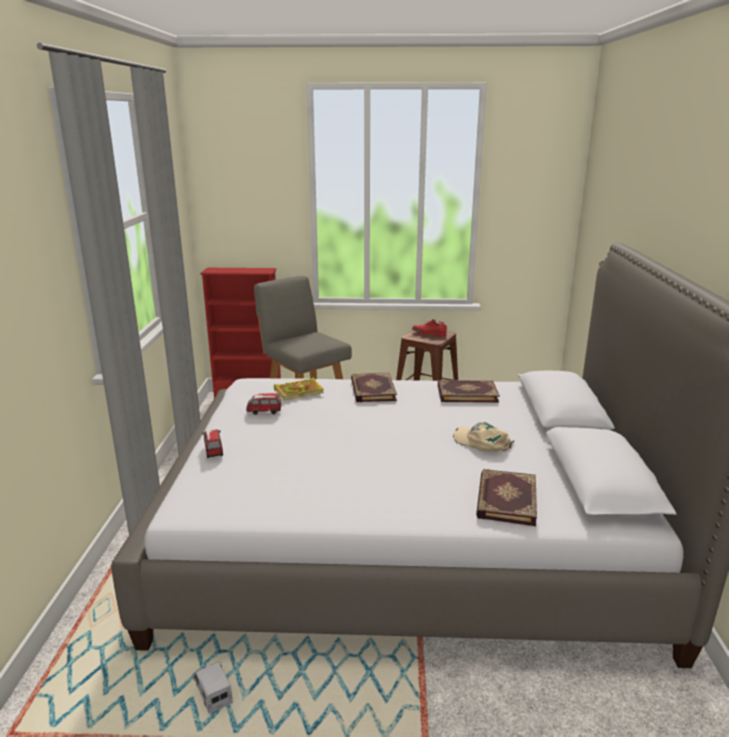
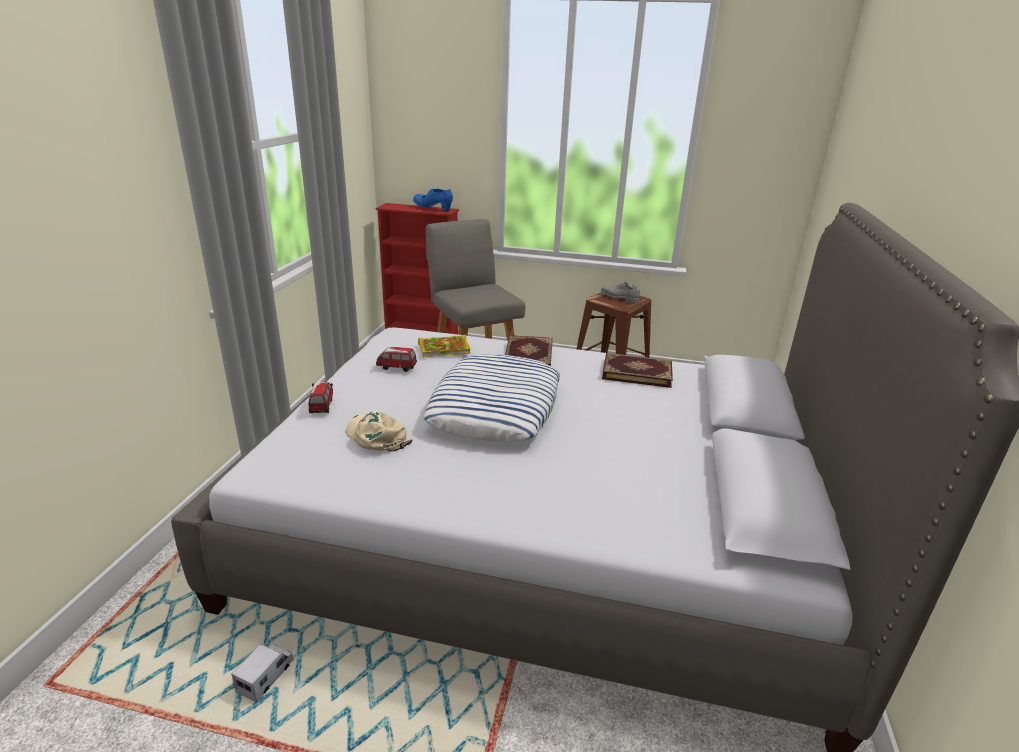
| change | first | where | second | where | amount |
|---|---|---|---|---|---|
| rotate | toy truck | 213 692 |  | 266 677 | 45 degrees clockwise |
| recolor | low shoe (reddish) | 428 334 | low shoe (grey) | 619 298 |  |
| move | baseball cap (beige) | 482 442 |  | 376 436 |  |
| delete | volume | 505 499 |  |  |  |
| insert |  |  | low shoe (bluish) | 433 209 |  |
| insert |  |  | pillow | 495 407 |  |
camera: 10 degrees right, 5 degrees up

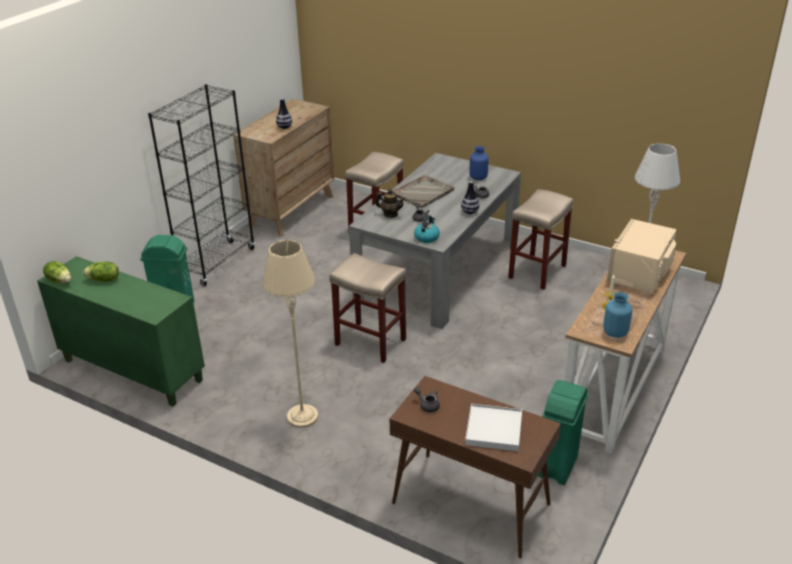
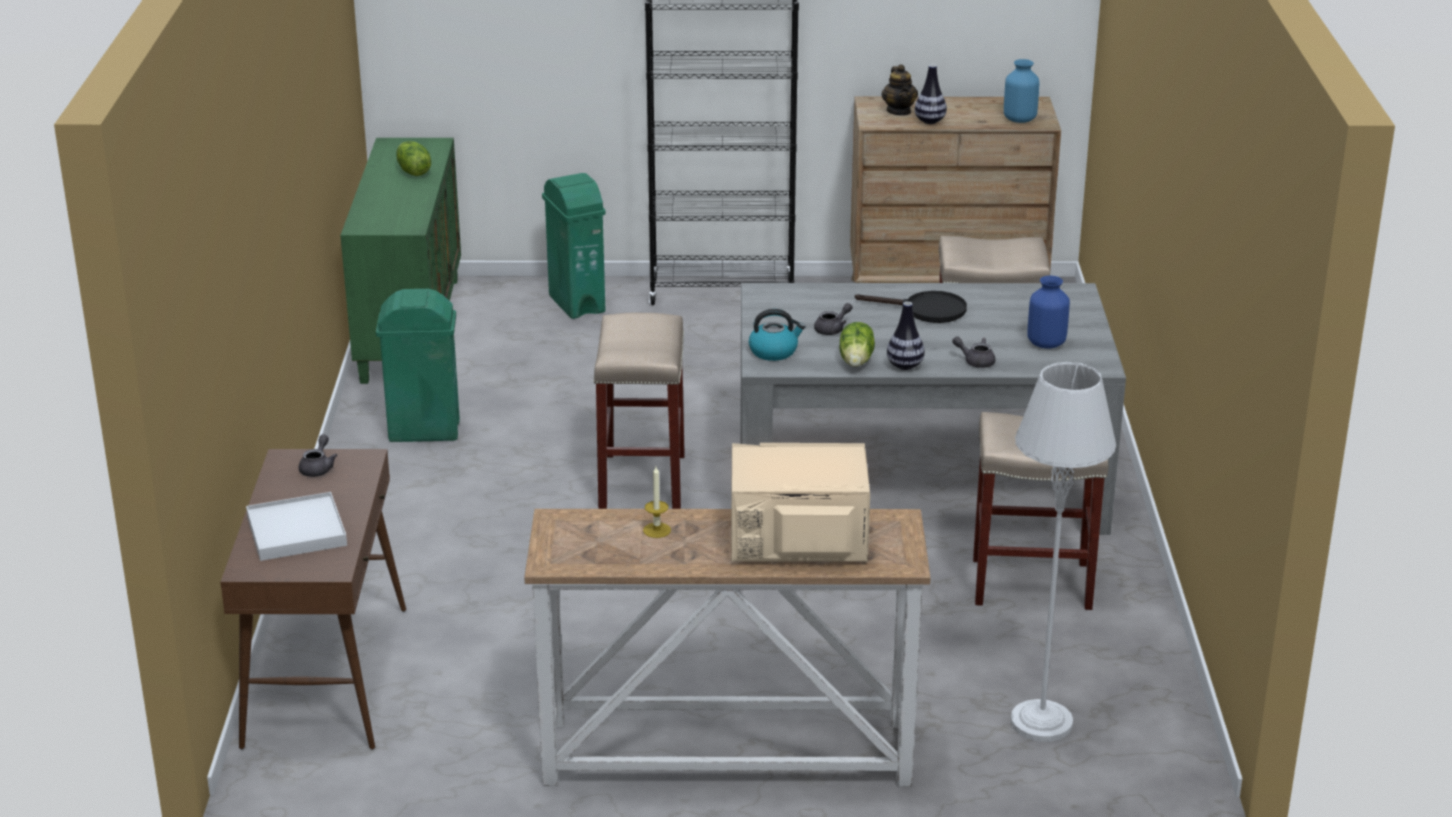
| change | first | where | second | where | amount |
|---|---|---|---|---|---|
| move | head of lettuce | 60 280 |  | 857 361 |  |
| delete | standing lamp (beige) | 302 417 |  |  |  |
| move | pot for tea | 390 214 |  | 899 111 |  |
| replace | tray (grey) | 423 192 | frying pan (black) | 926 310 |  |
| move | waste bin (green-coloured) | 557 467 |  | 423 431 |  |
| move | decorative vase (bluish) | 615 333 |  | 1019 119 |  |
camera: 60 degrees right, 5 degrees down

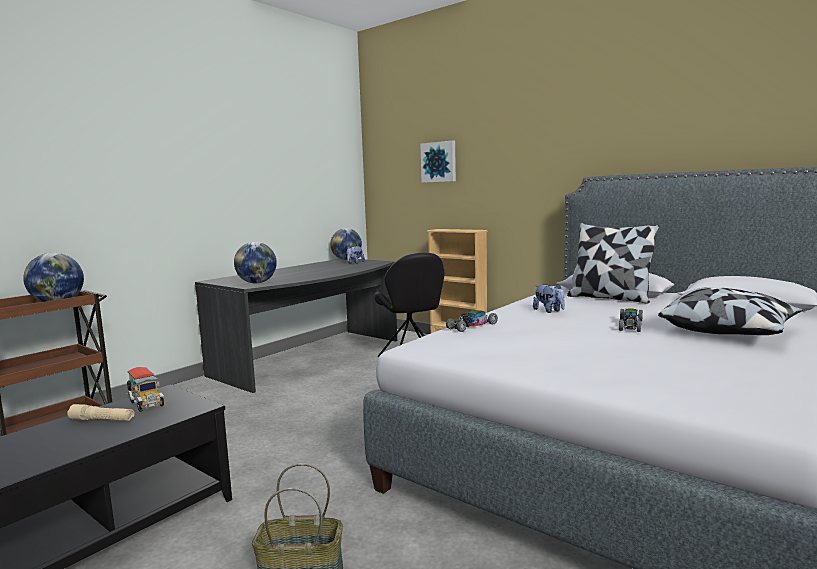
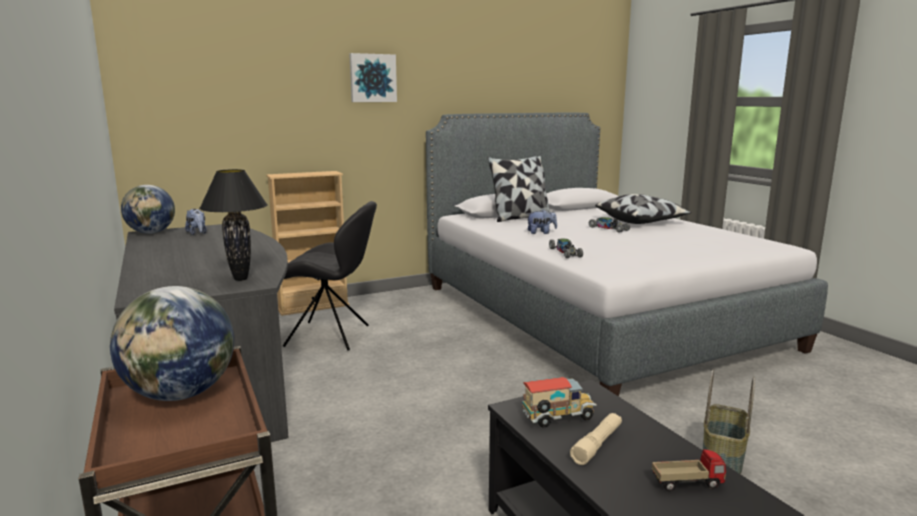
| change | first | where | second | where | amount |
|---|---|---|---|---|---|
| replace | desk globe | 257 283 | table lamp (black) | 241 279 |  |
| move | wall art | 439 162 |  | 372 78 |  |
| insert |  |  | toy truck | 687 483 |  |
camera: 65 degrees left, 5 degrees up

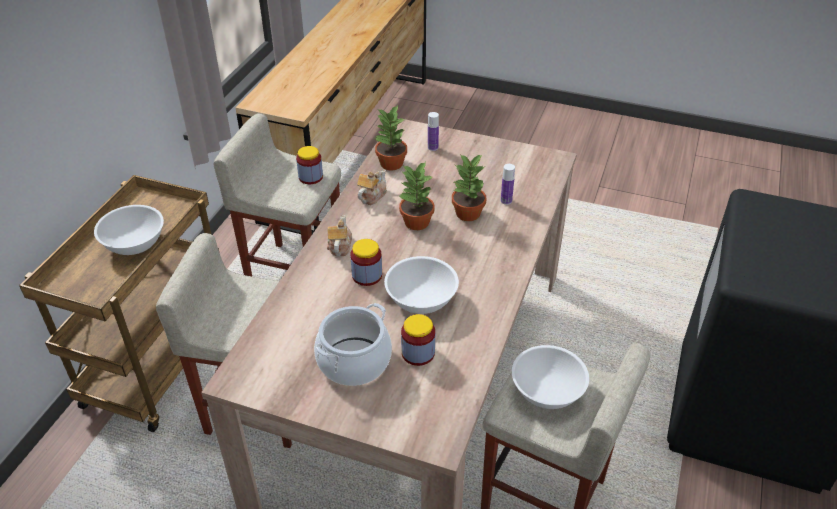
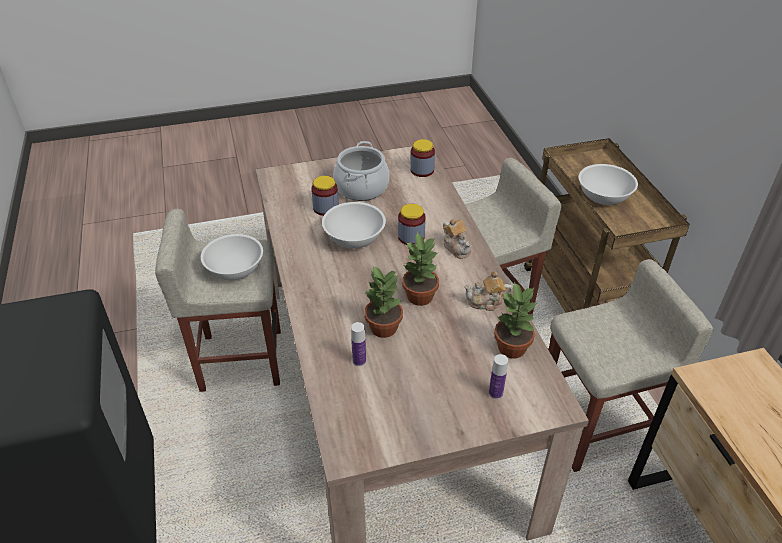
| change | first | where | second | where | amount |
|---|---|---|---|---|---|
| move | storage jar | 310 177 |  | 422 170 |  |
| rotate | pot for tea | 371 196 |  | 486 302 | 90 degrees clockwise |
camera: 145 degrees right, 0 degrees up

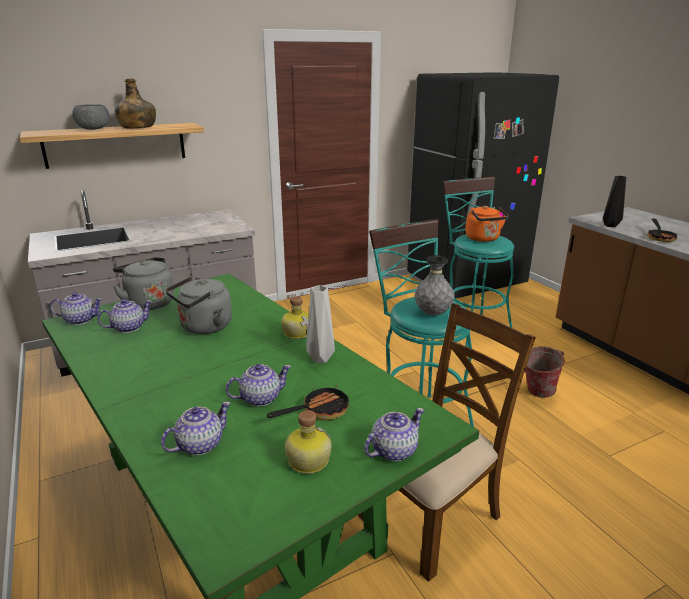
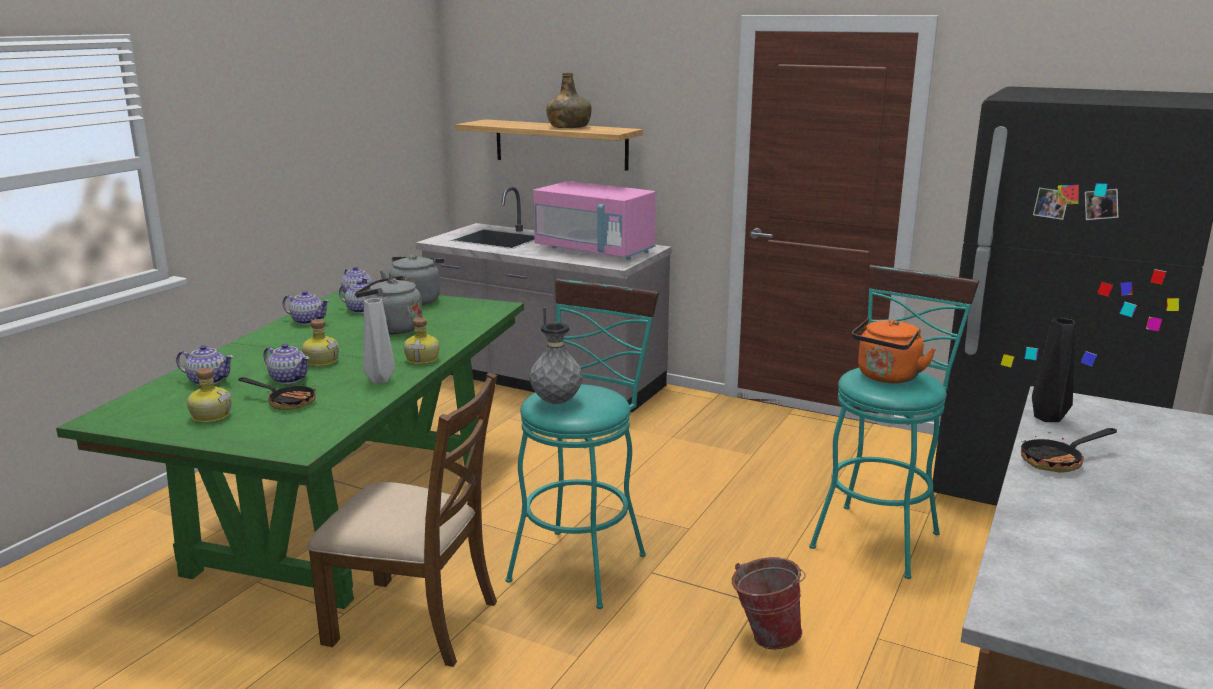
| change | first | where | second | where | amount |
|---|---|---|---|---|---|
| delete | deep dish (grey) | 94 129 |  |  |  |
| move | pot for tea | 393 450 |  | 308 321 |  |
| insert |  |  | drink bottle | 321 361 |  |
| insert |  |  | kitchen microwave (pink) | 594 251 |  |
camera: 55 degrees right, 5 degrees down

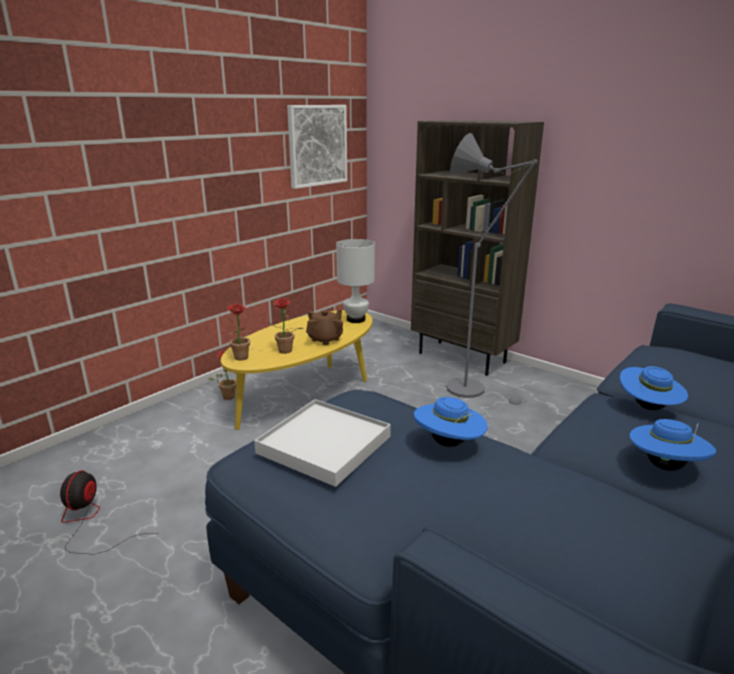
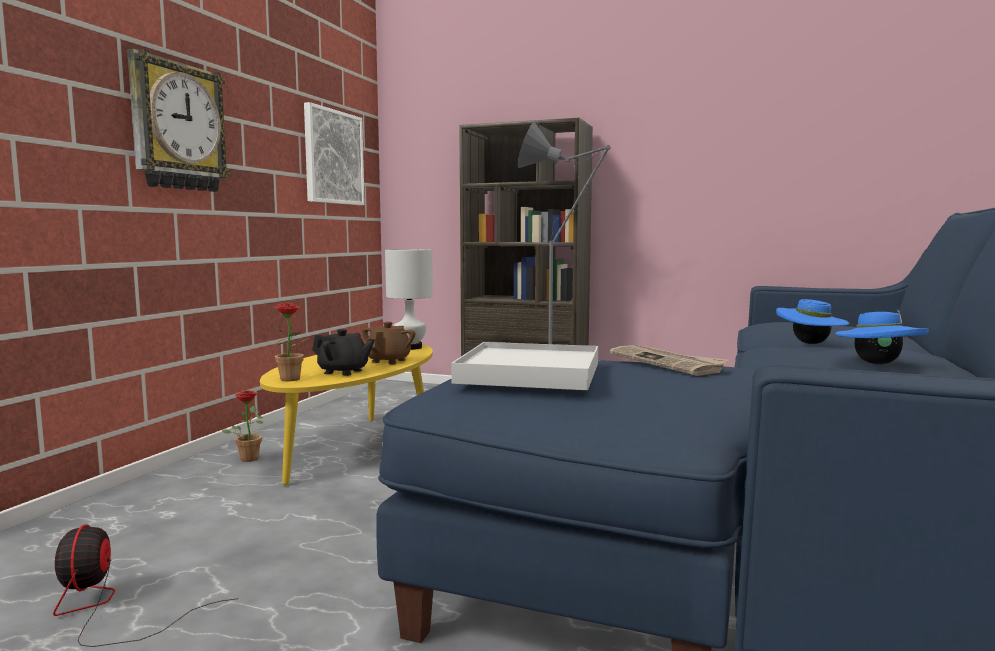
| change | first | where | second | where | amount |
|---|---|---|---|---|---|
| replace | potted plant | 283 352 | pot for tea (black) | 343 372 |  |
| replace | wearable hat (bluish) | 449 444 | daily paper | 667 363 |  |
| insert |  |  | clock on the wall | 177 127 |  |
camera: 20 degrees left, 15 degrees down

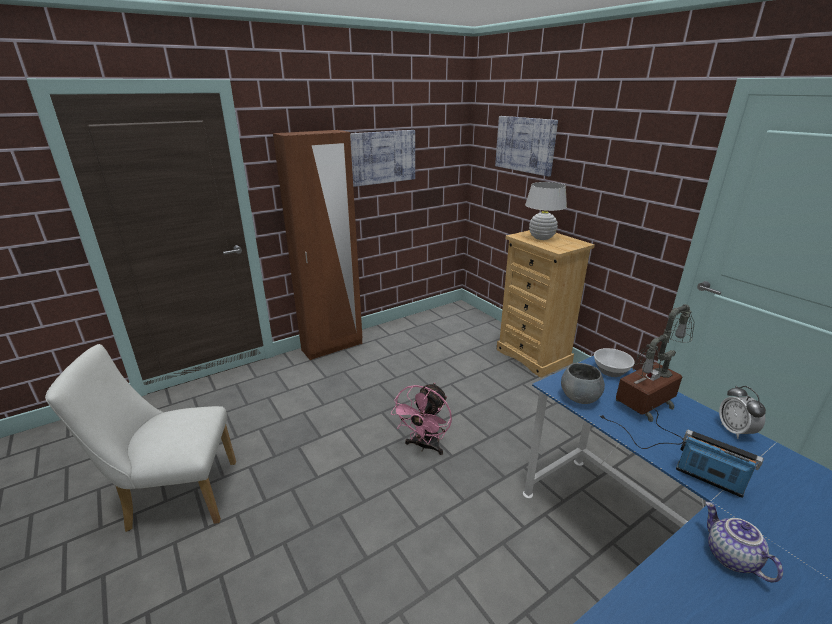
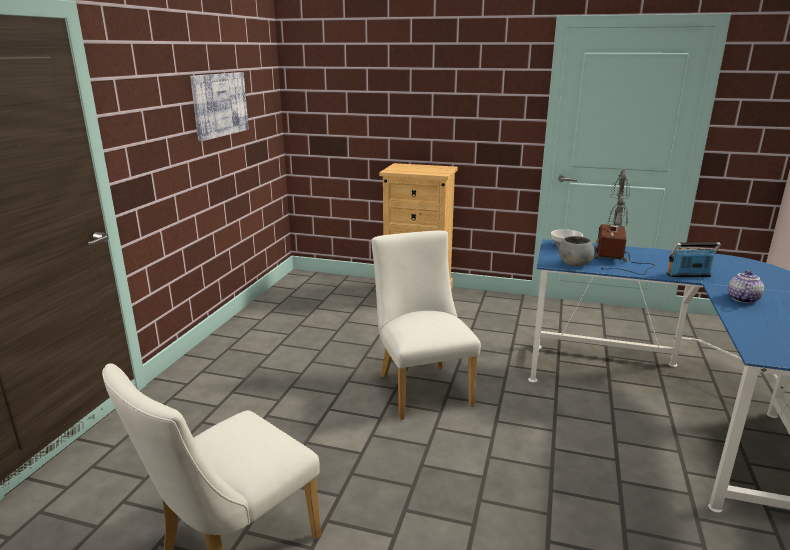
| change | first | where | second | where | amount |
|---|---|---|---|---|---|
| delete | clothes cupboard (brown-coloured) | 332 347 |  |  |  |
| replace | fan (pink) | 424 446 | chair (whitish) | 421 387 |  |
| delete | wall art | 525 144 |  |  |  |
| delete | table lamp (whitish) | 541 238 |  |  |  |
| rotate | pot for tea | 730 557 |  | 742 299 | 90 degrees clockwise |
| delete | table clock | 734 431 |  |  |  |
camera: 40 degrees left, 5 degrees down

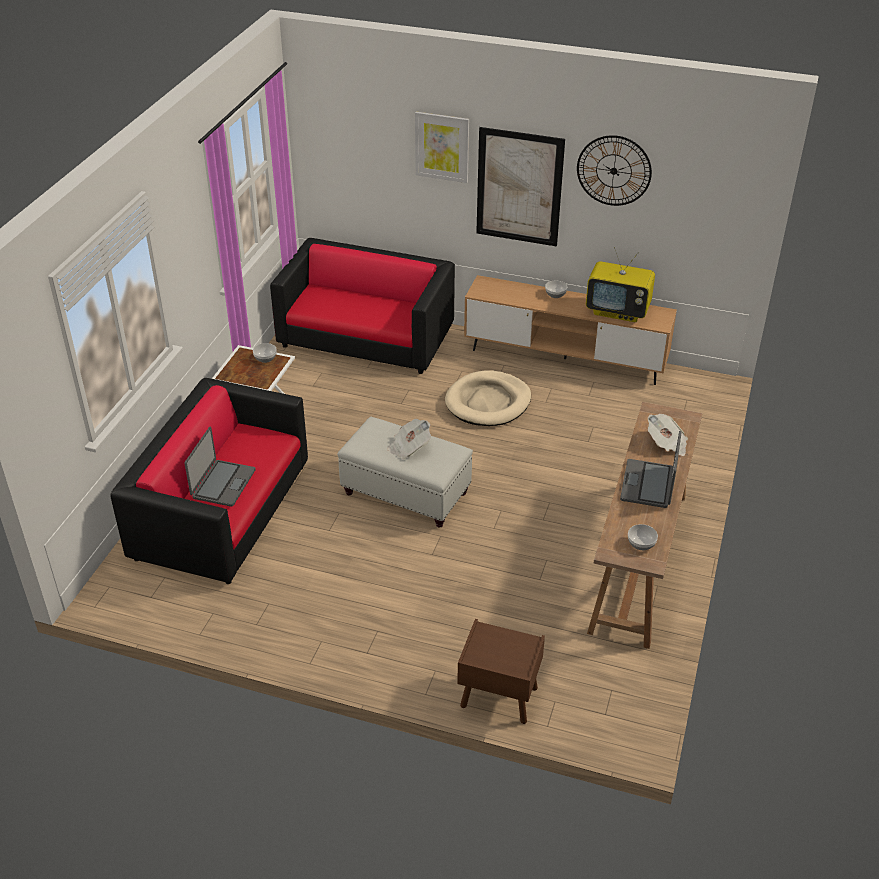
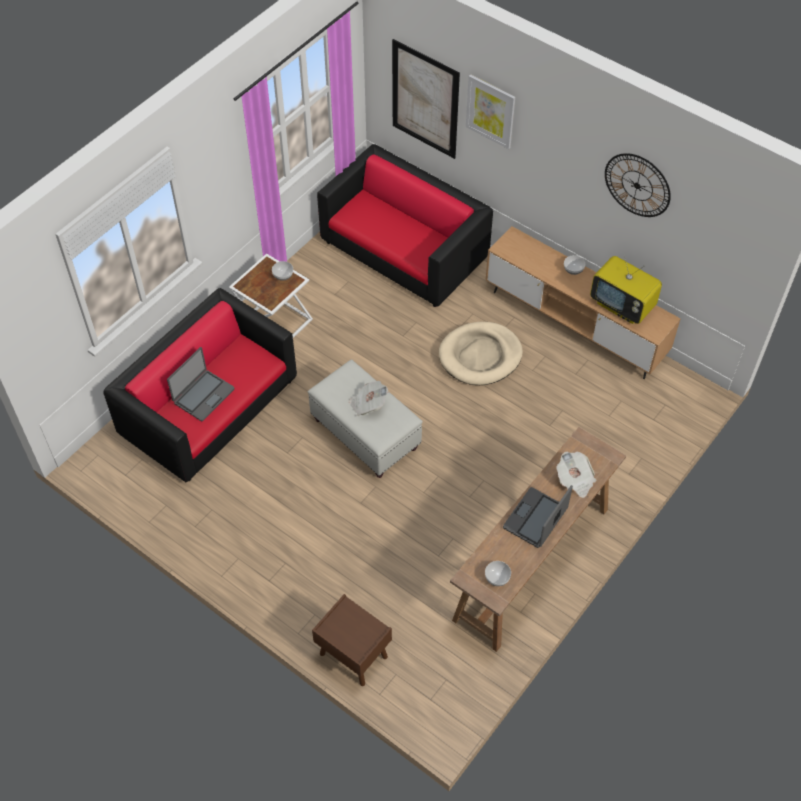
| change | first | where | second | where | amount |
|---|---|---|---|---|---|
| move | wall art | 519 187 |  | 425 100 |  |
camera: 20 degrees right, 15 degrees up

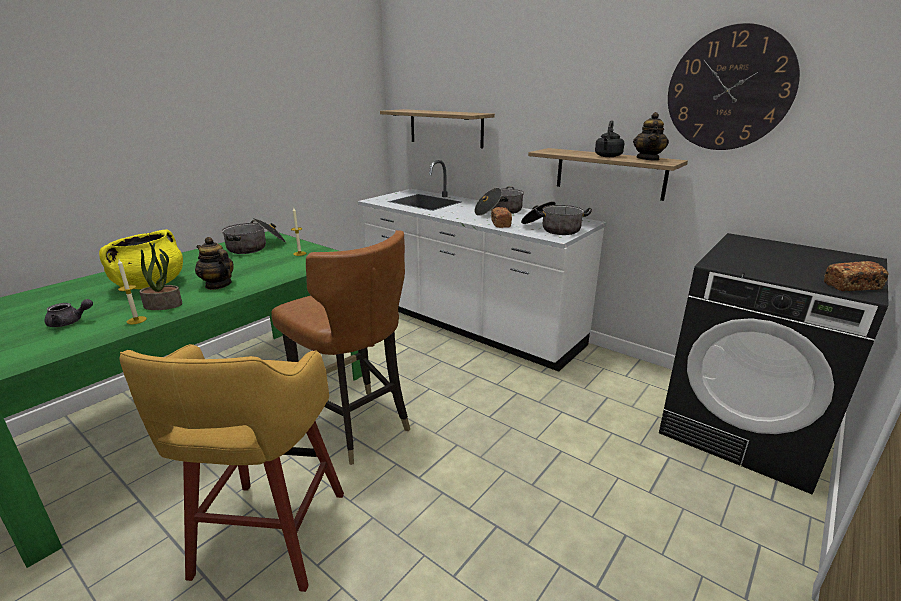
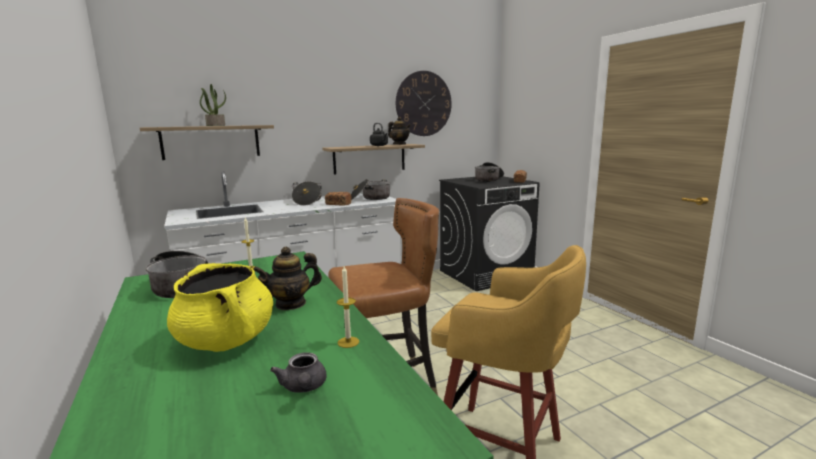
| change | first | where | second | where | amount |
|---|---|---|---|---|---|
| rotate | pot for tea (grey) | 69 322 |  | 303 387 | 150 degrees clockwise |
| move | potted plant | 164 305 |  | 215 125 |  |
| insert |  |  | cooking pot | 489 180 |  |
camera: 65 degrees left, 10 degrees down

